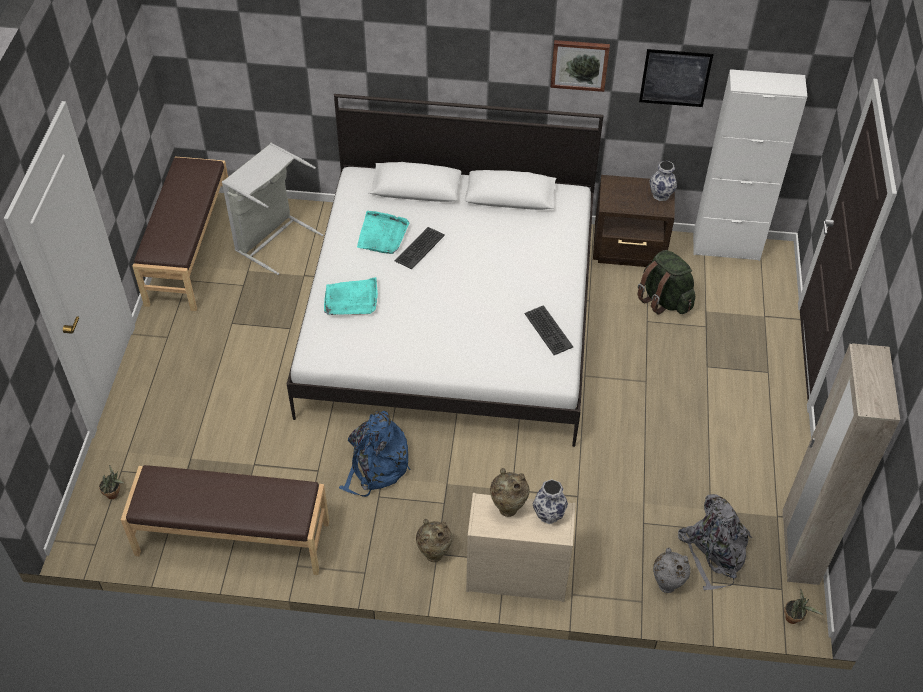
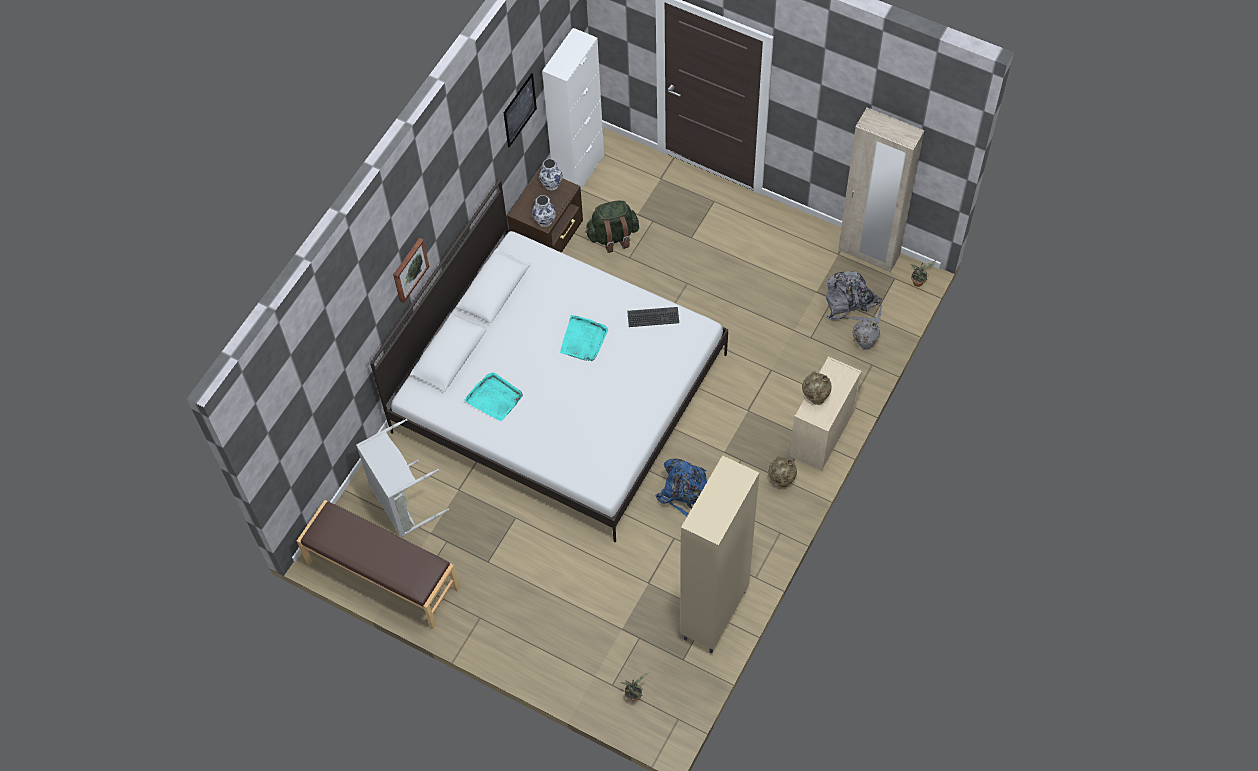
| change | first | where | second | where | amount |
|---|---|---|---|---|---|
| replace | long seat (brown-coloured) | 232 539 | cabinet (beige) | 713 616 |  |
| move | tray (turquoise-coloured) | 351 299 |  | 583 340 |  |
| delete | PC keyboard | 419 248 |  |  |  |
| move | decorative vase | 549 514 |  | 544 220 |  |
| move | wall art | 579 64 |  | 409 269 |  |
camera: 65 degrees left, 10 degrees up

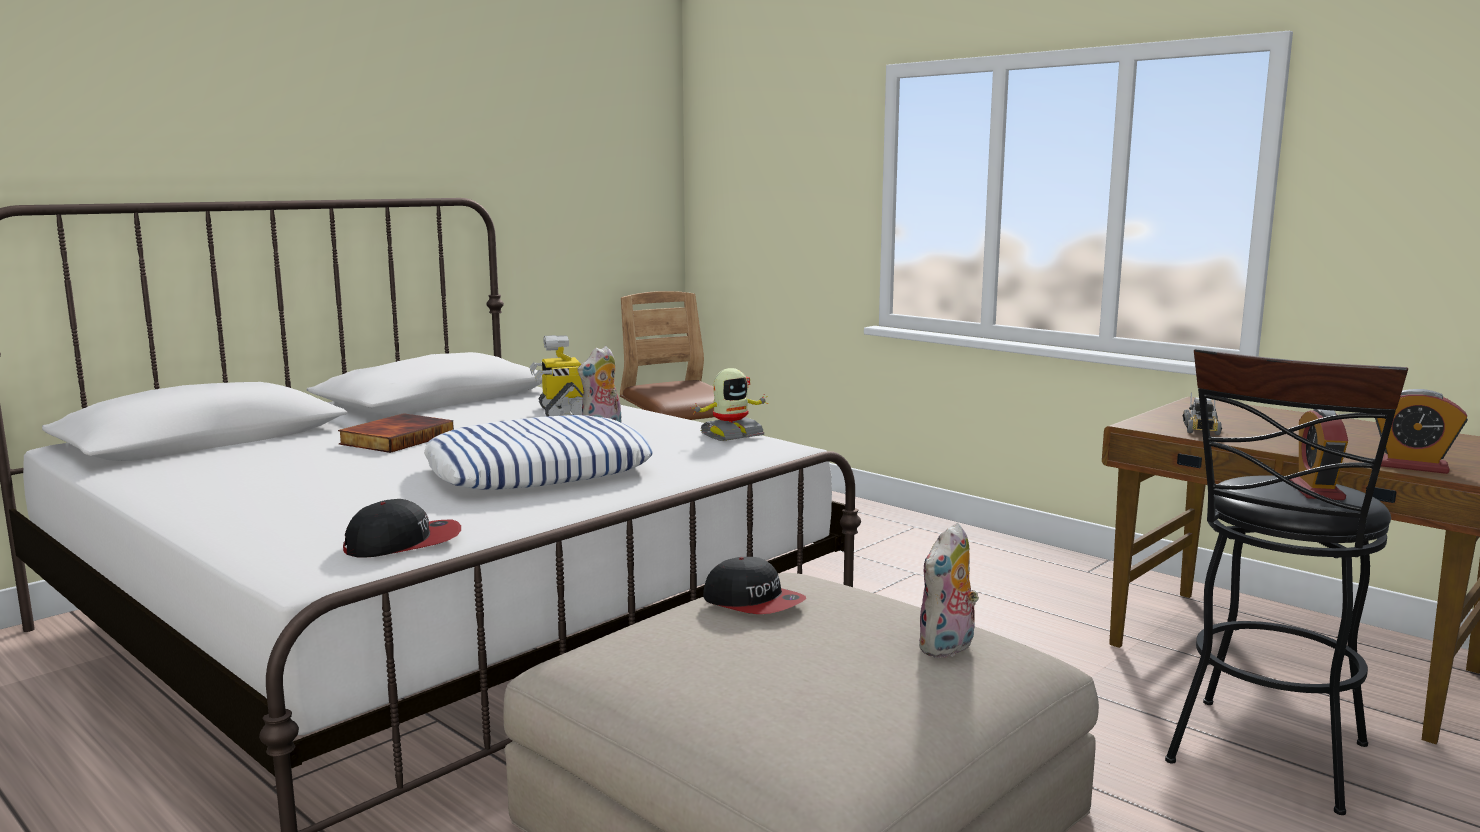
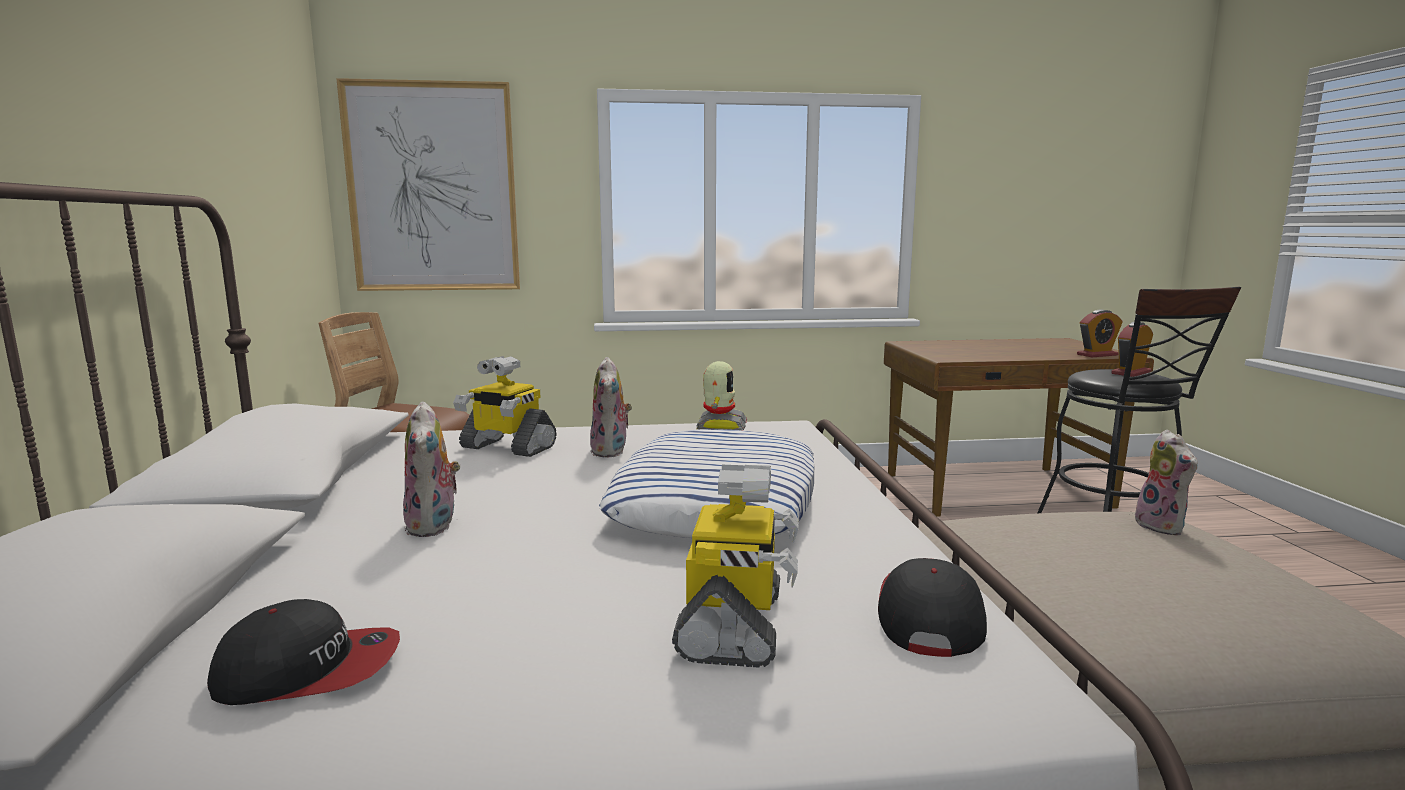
| change | first | where | second | where | amount |
|---|---|---|---|---|---|
| replace | volume | 396 438 | soft toy | 434 526 |  |
| move | baseball cap | 753 602 |  | 309 670 |  |
| delete | toy truck | 1201 429 |  |  |  |
| rotate | table clock | 1315 490 |  | 1131 373 | 90 degrees clockwise |
| insert |  |  | wall art | 433 188 |  |
| insert |  |  | toy robot | 734 626 |  |
camera: 50 degrees left, 0 degrees up

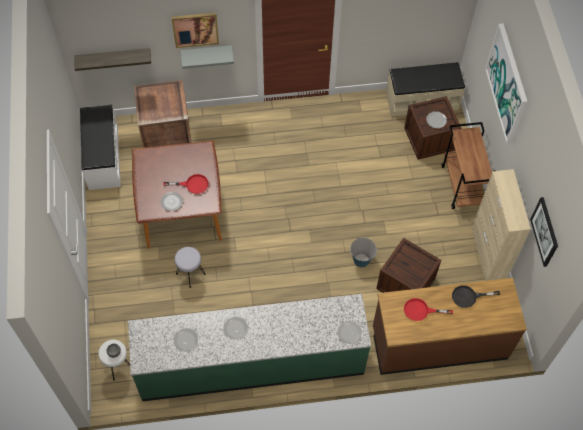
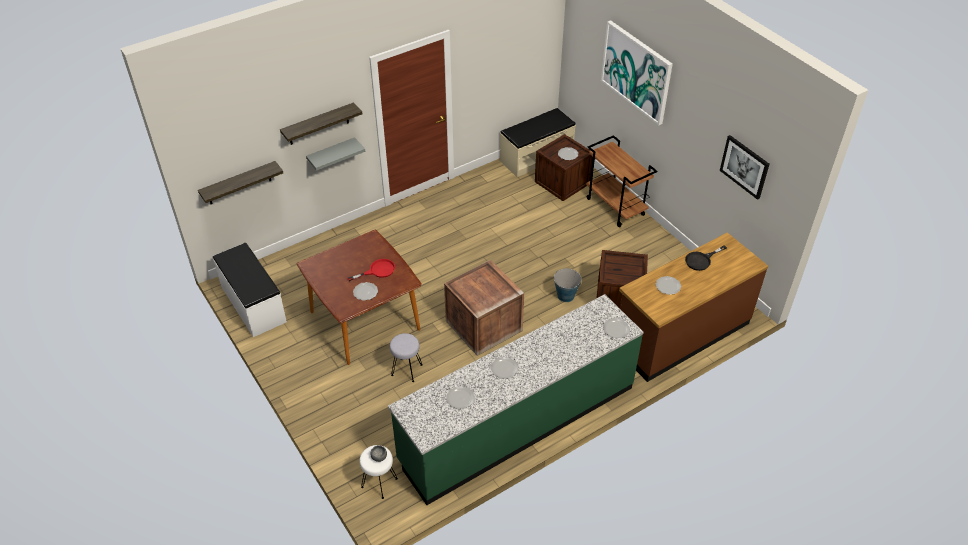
| change | first | where | second | where | amount |
|---|---|---|---|---|---|
| move | shipping crate | 165 129 |  | 482 325 |  |
| replace | wall art | 195 29 | shelf | 318 124 |  |
| replace | frying pan (reddish) | 420 311 | dinner plate | 668 286 |  |
| delete | cabinet (beige) | 488 254 |  |  |  |
camera: 25 degrees left, 15 degrees down

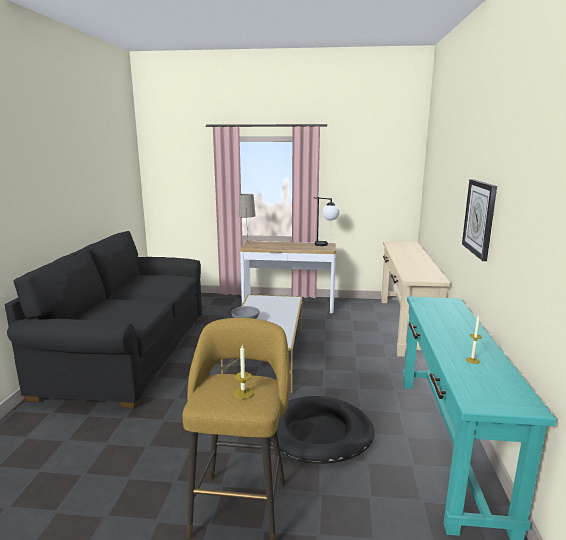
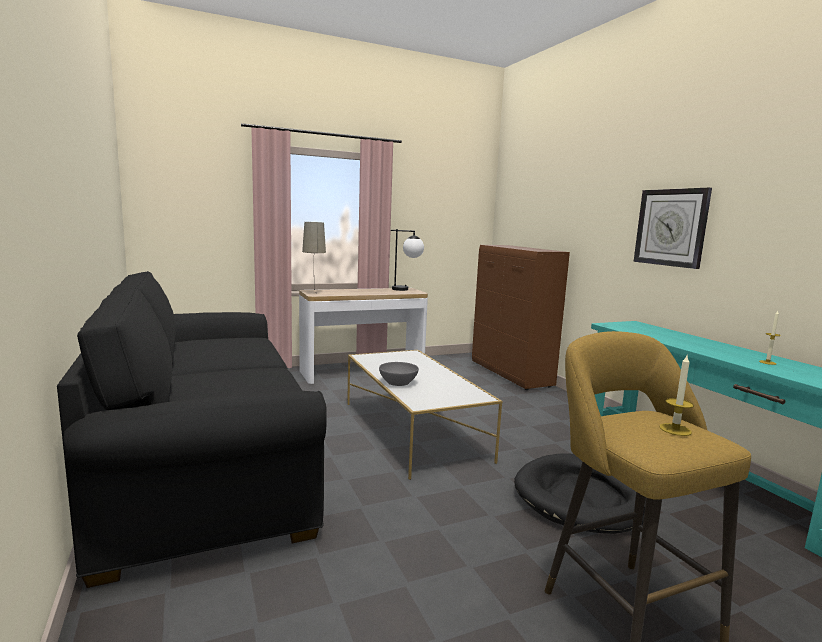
| change | first | where | second | where | amount |
|---|---|---|---|---|---|
| replace | narrow table (beige) | 405 325 | cabinet (brown-coloured) | 511 374 |  |
camera: 30 degrees left, 5 degrees down

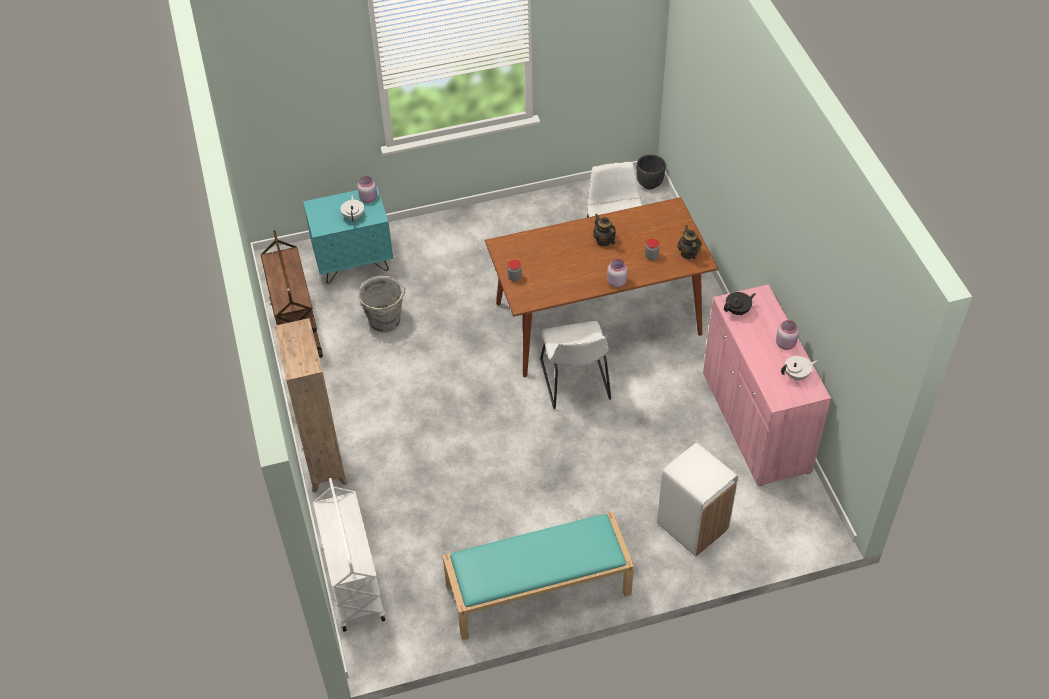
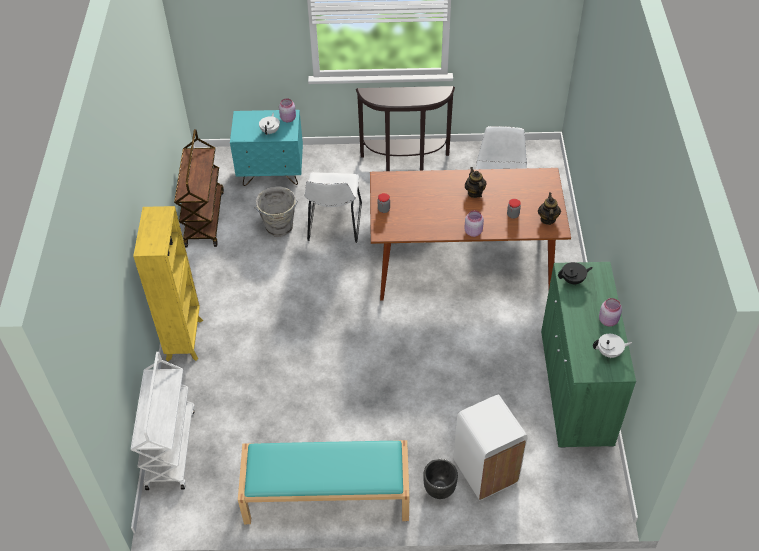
| change | first | where | second | where | amount |
|---|---|---|---|---|---|
| recolor | bookshelf (brown-coloured) | 325 464 | bookshelf (yellow-coloured) | 185 338 |  |
| move | chair (whitish) | 576 383 |  | 334 224 |  |
| move | planter (black) | 649 184 |  | 439 489 |  |
| recolor | cabinet (pink) | 755 422 | cabinet (green-coloured) | 575 387 |  |
| insert |  |  | narrow table (brown-coloured) | 405 162 |  |
camera: 15 degrees right, 0 degrees up

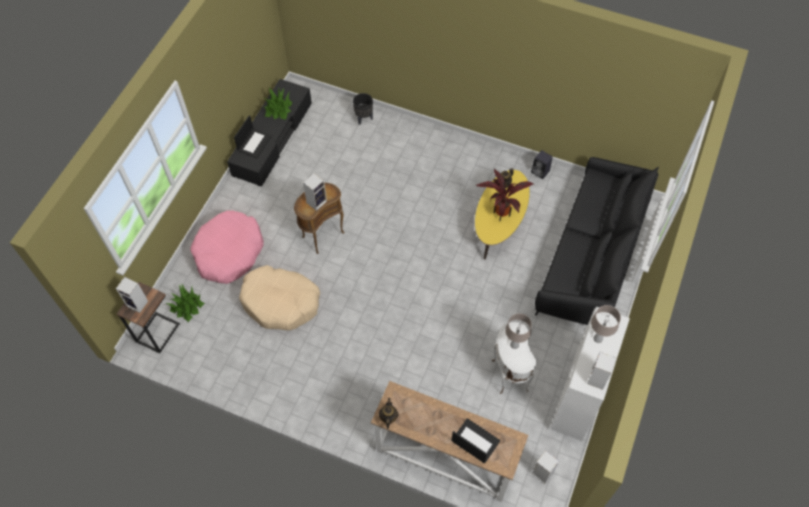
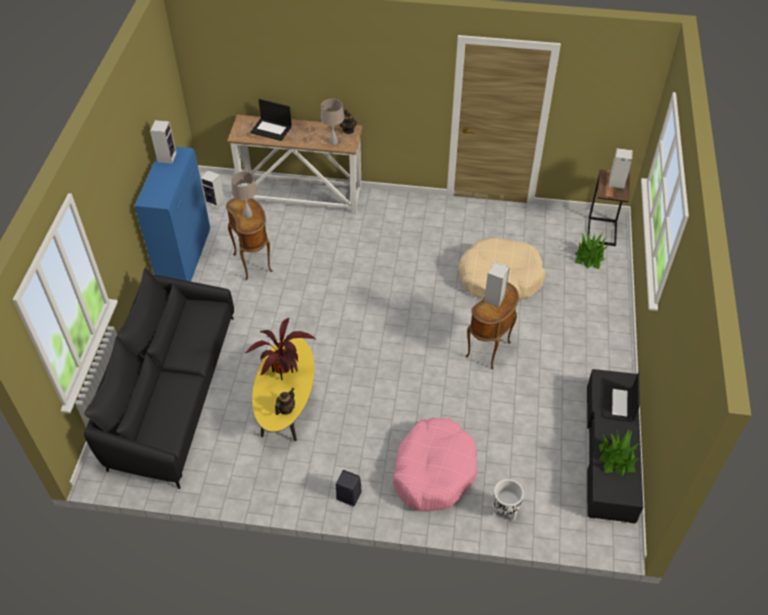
| change | first | where | second | where | amount |
|---|---|---|---|---|---|
| move | pet bed (pink) | 229 252 |  | 433 471 |  |
| recolor | planter (black) | 364 118 | planter (whitish) | 504 512 |  |
| recolor | side table (whitish) | 508 375 | side table (brown-coloured) | 254 263 |  |
| move | speaker (black) | 540 172 |  | 348 495 |  |
| recolor | cabinet (whitish) | 577 398 | cabinet (bluish) | 185 258 |  |
| move | table lamp (beige) | 597 338 |  | 333 142 |  |
camera: 165 degrees right, 10 degrees down

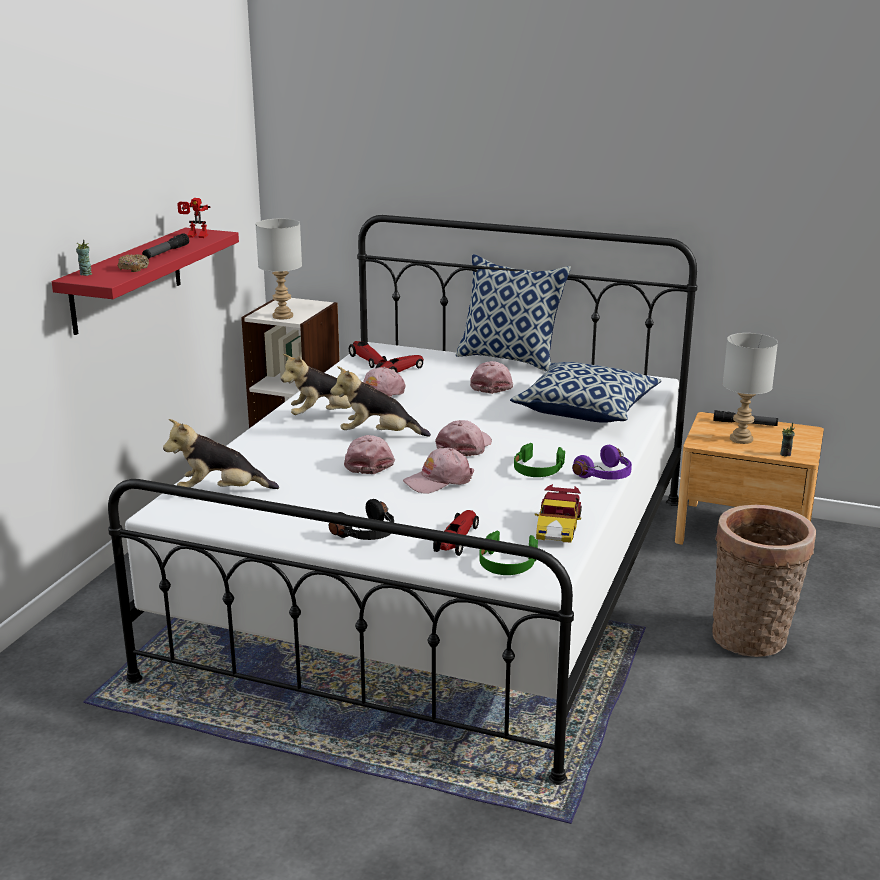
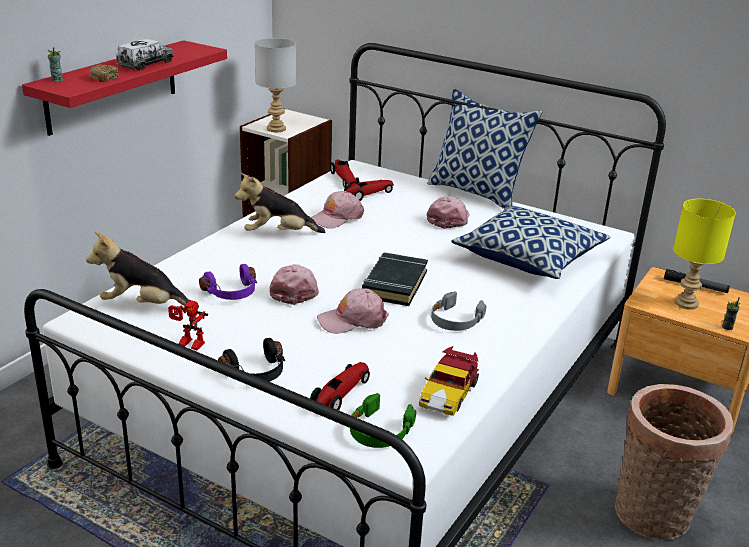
| change | first | where | second | where | amount |
|---|---|---|---|---|---|
| replace | torch | 166 252 | toy truck | 146 64 |  |
| move | toy robot | 195 236 |  | 188 345 |  |
| delete | soft toy | 378 436 |  |  |  |
| replace | baseball cap (pink) | 464 446 | volume (black) | 394 284 |  |
| recolor | pair of headphones (green-coloured) | 537 469 | pair of headphones (grey) | 455 320 |  |
| move | pair of headphones (purple-coloured) | 606 475 |  | 232 293 |  |
| recolor | table lamp (grey) | 742 439 | table lamp (yellow-coloured) | 687 303 |  |
camera: 10 degrees right, 5 degrees up

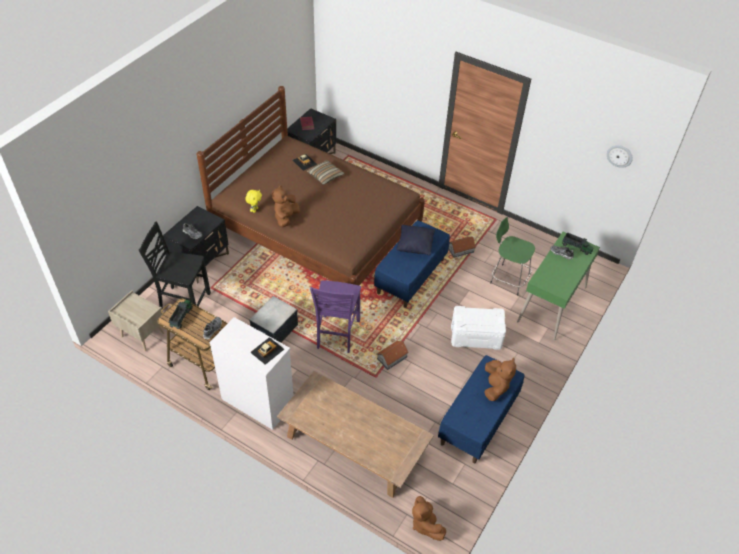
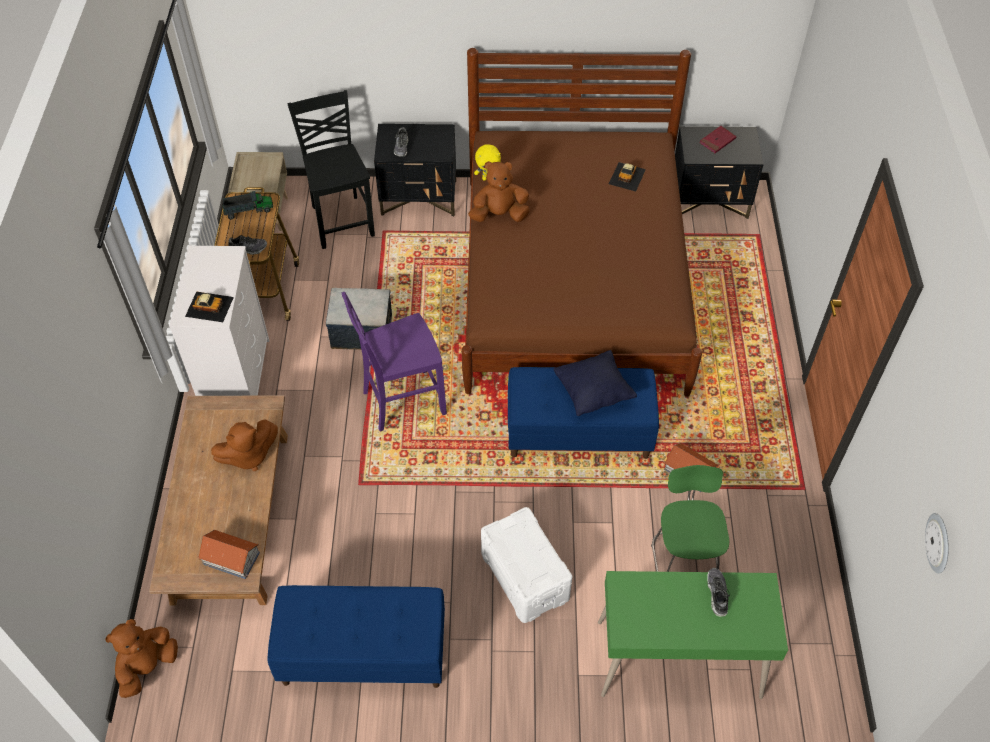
| change | first | where | second | where | amount |
|---|---|---|---|---|---|
| delete | pillow | 325 176 |  |  |  |
| move | model house | 392 358 |  | 231 559 |  |
| move | soft toy (brown-coloured) | 495 387 |  | 248 456 |  |
| delete | toy truck | 576 247 |  |  |  |
camera: 60 degrees right, 5 degrees up

